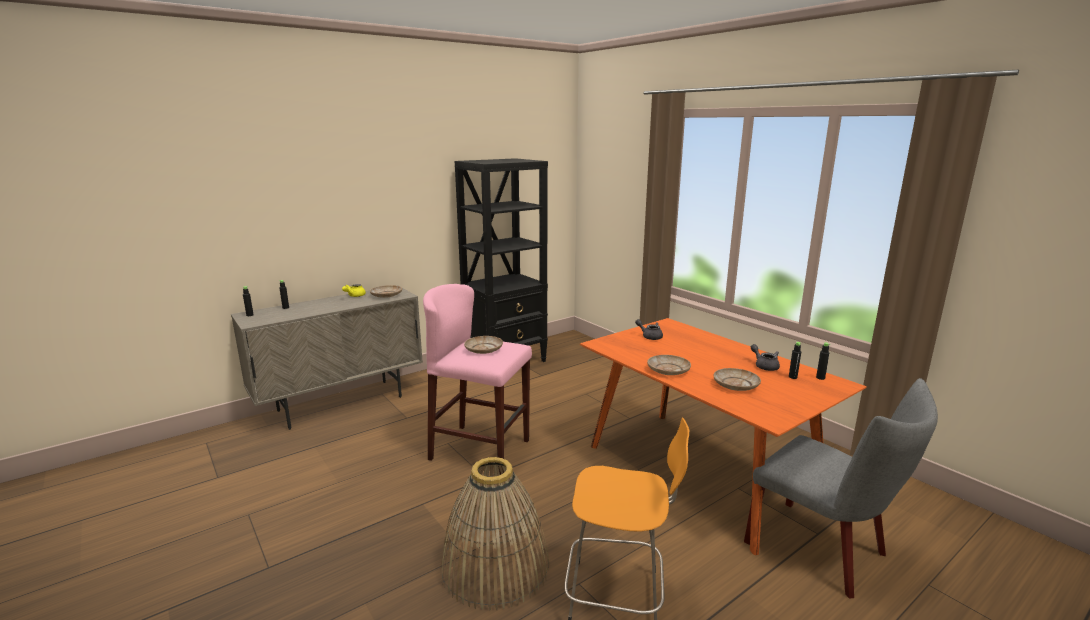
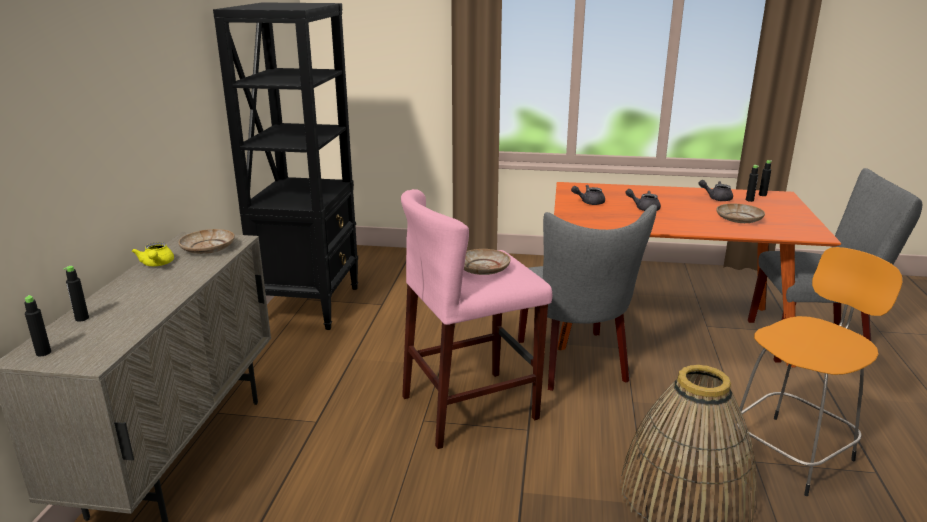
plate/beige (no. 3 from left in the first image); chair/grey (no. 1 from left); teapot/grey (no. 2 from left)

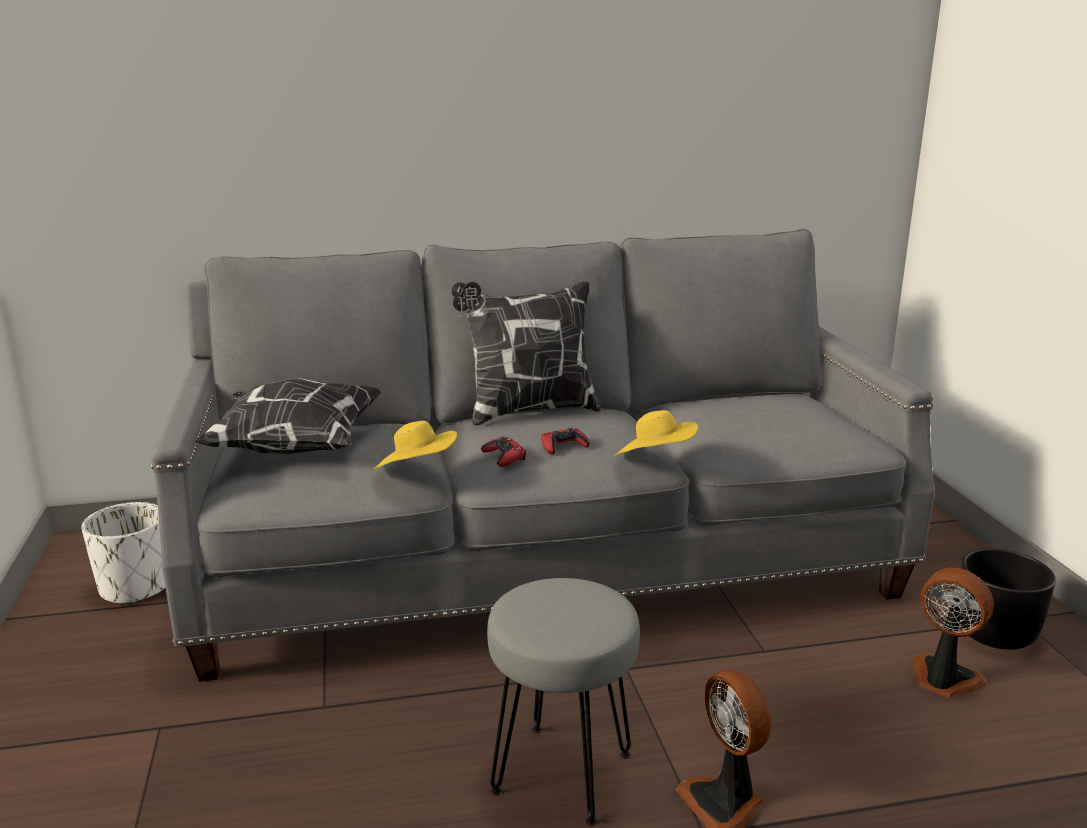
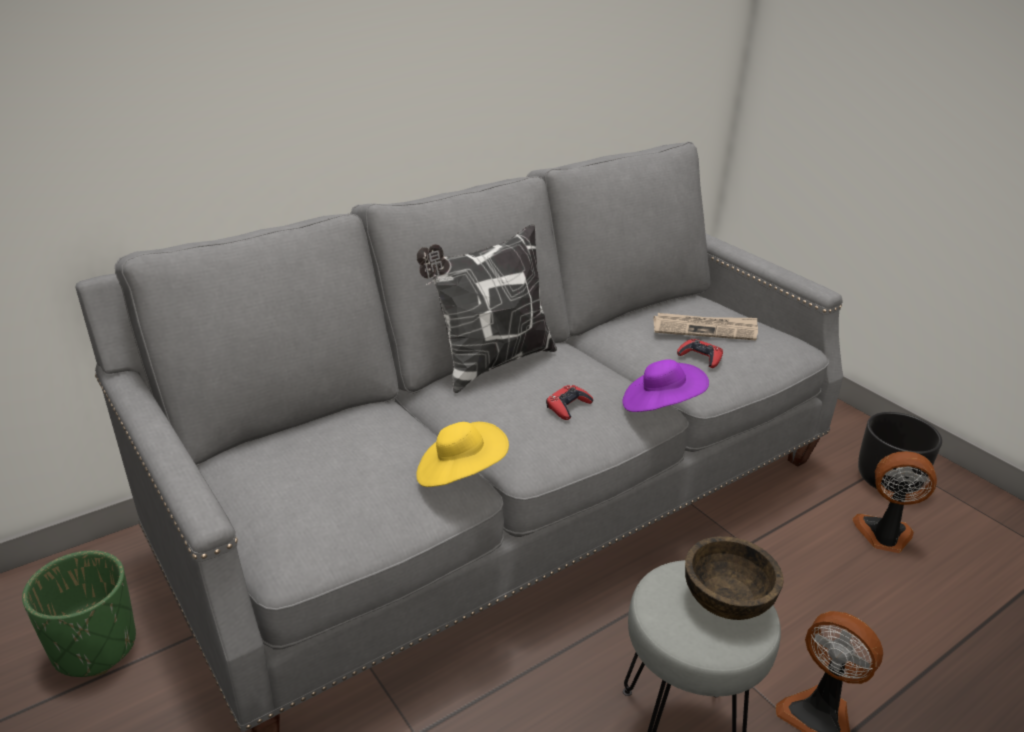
planter/green; pillow (no. 1 from left in the first image); game controller/red (no. 2 from left); hat/purple; newspaper; bowl/brown

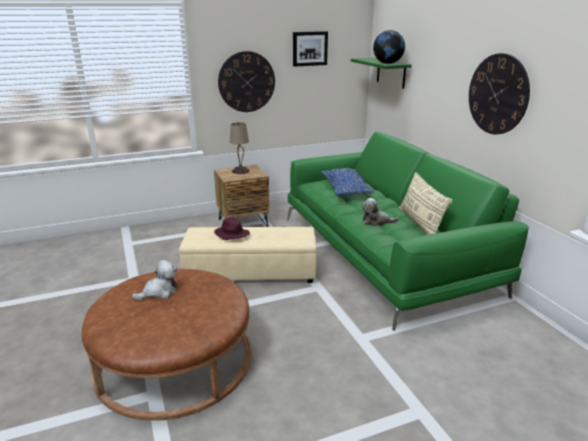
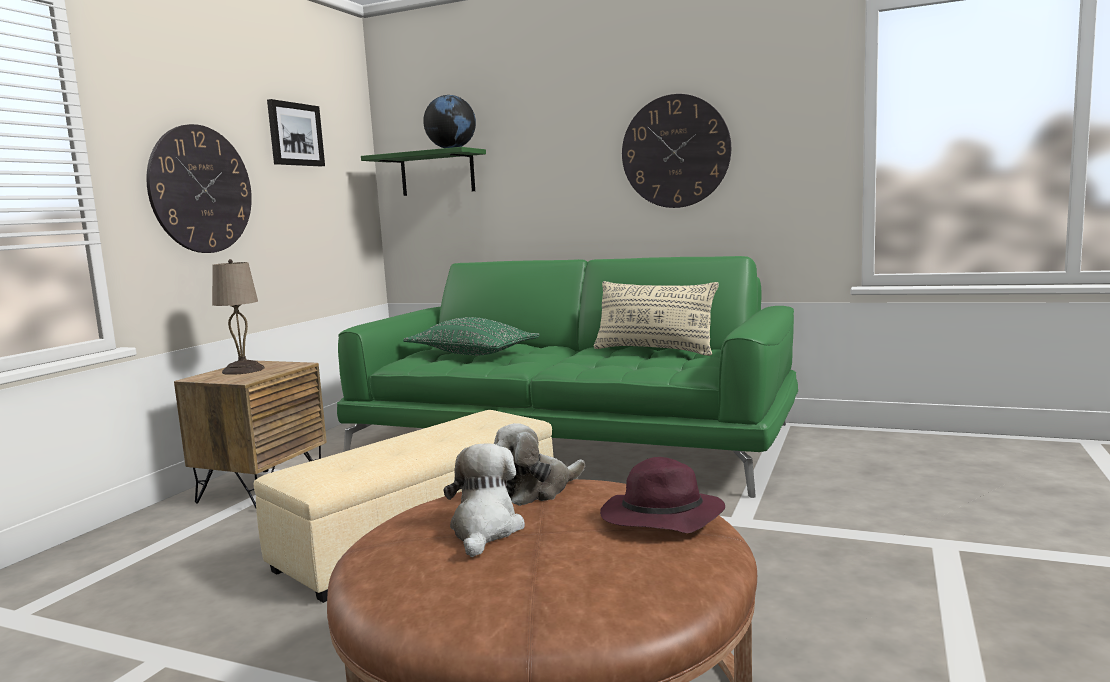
hat/purple; pillow/green; plush toy (no. 2 from left)

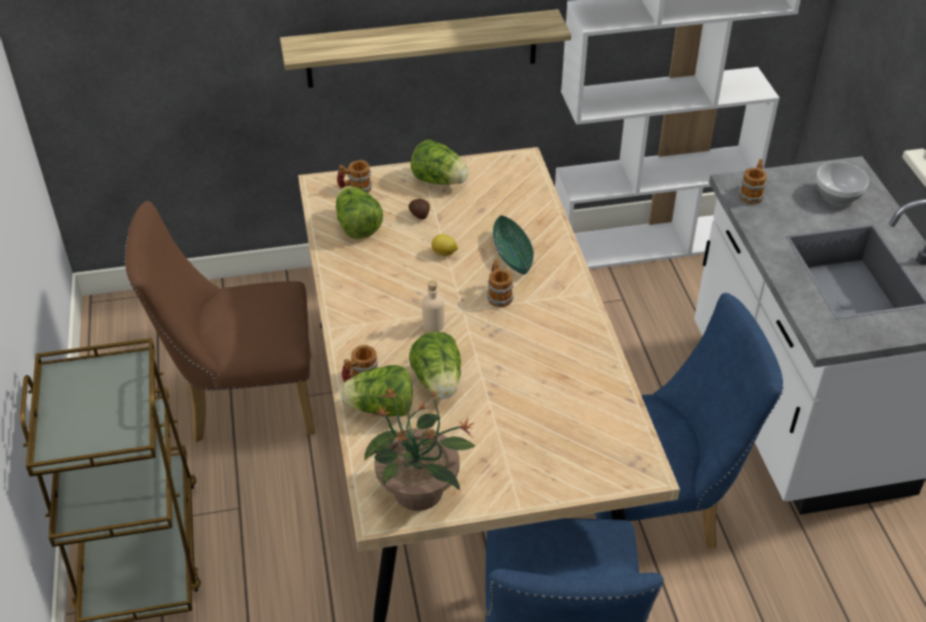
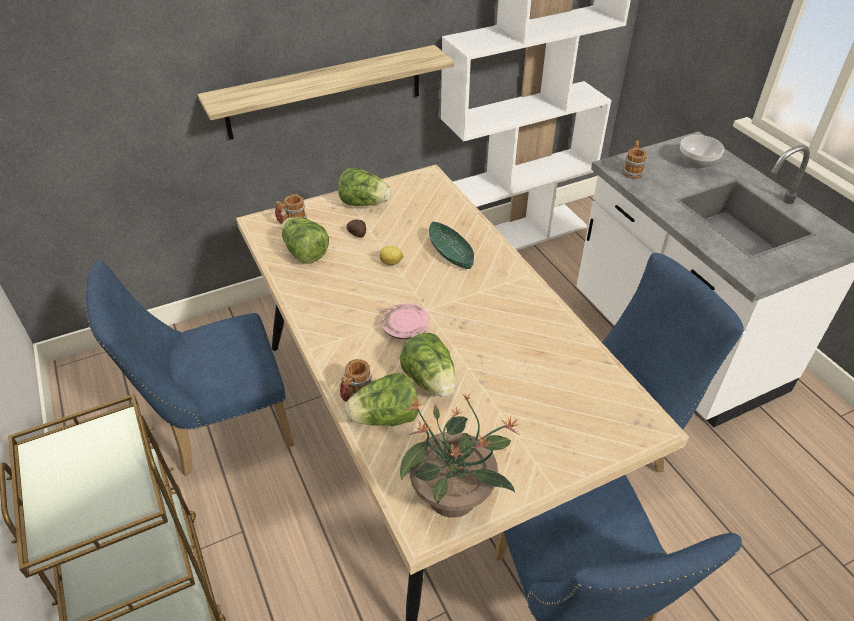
chair/blue (no. 1 from left); plate/pink; mug (no. 3 from left in the first image)

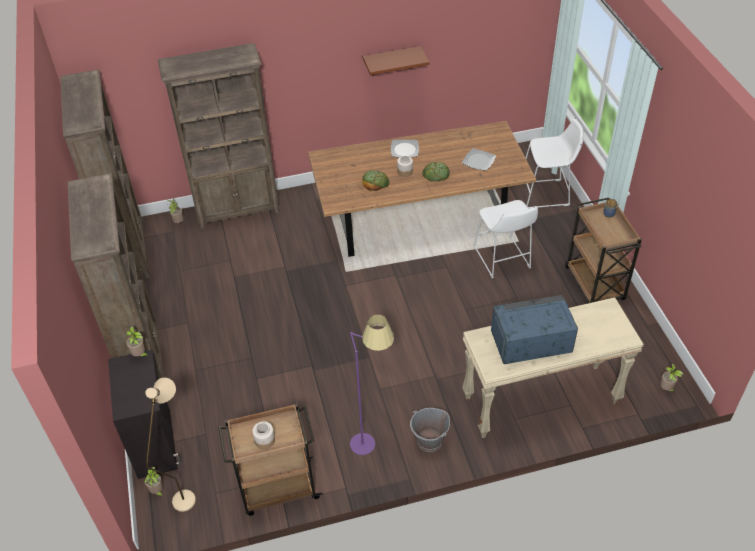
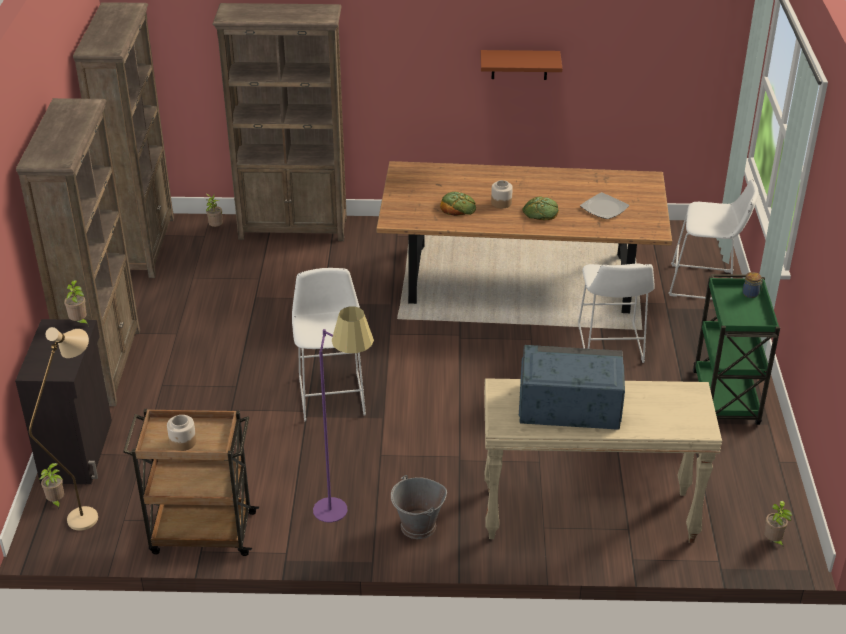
plate (no. 1 from left in the first image); cart/green; stool/white (no. 1 from left)

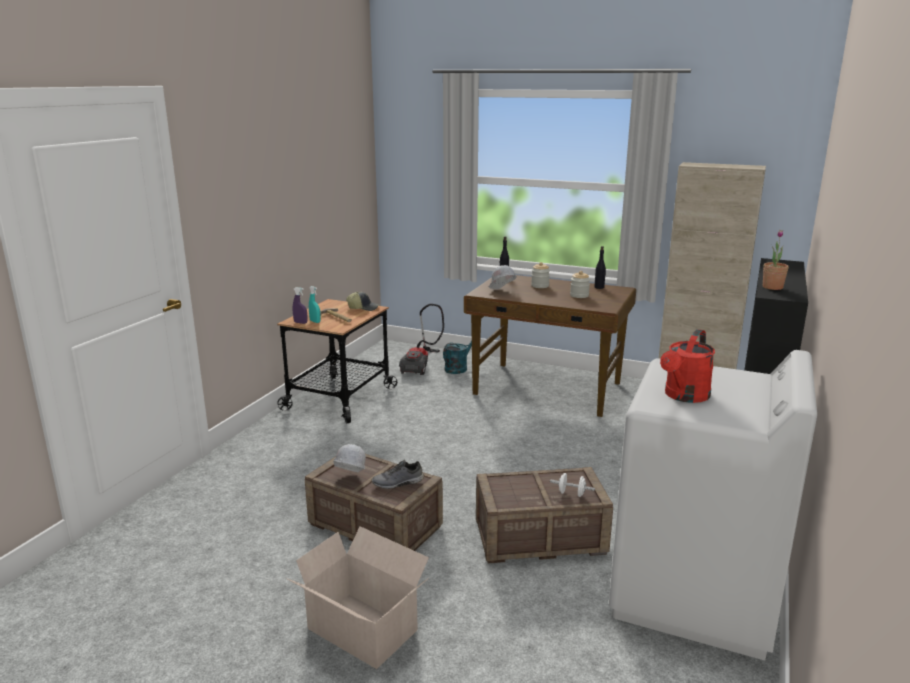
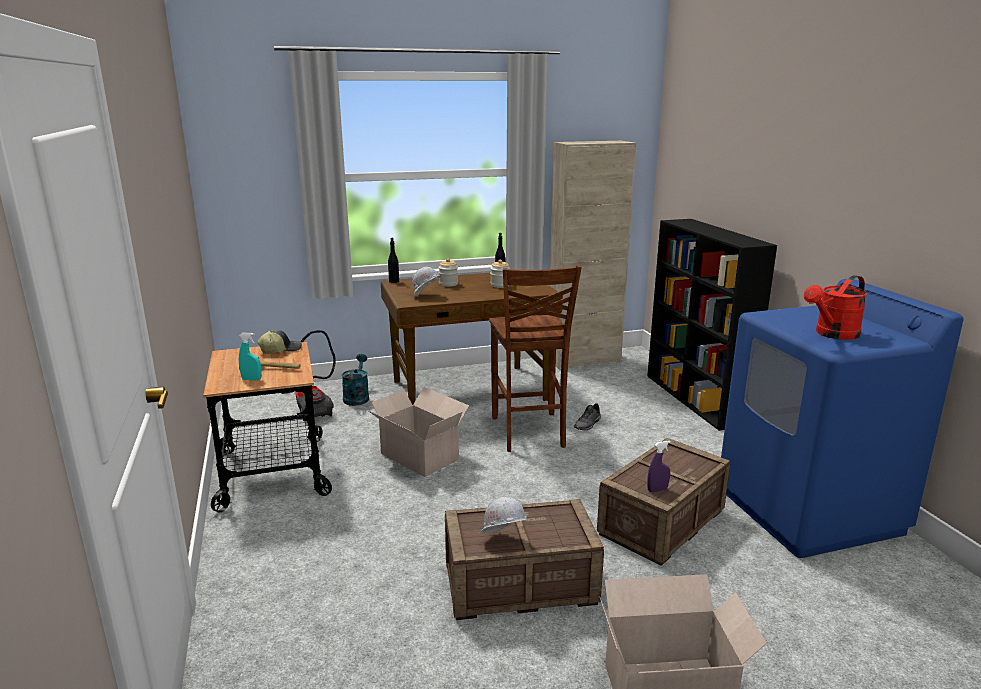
spray bottle/purple; shoe/grey; dumbbell/white; washing machine/blue; watering can/red; potted plant; cardboard box (no. 1 from left); chair/brown

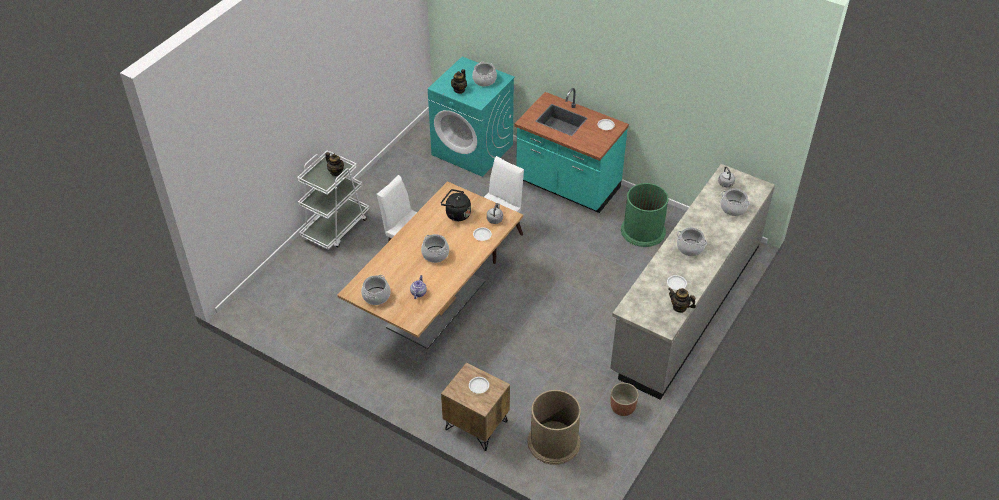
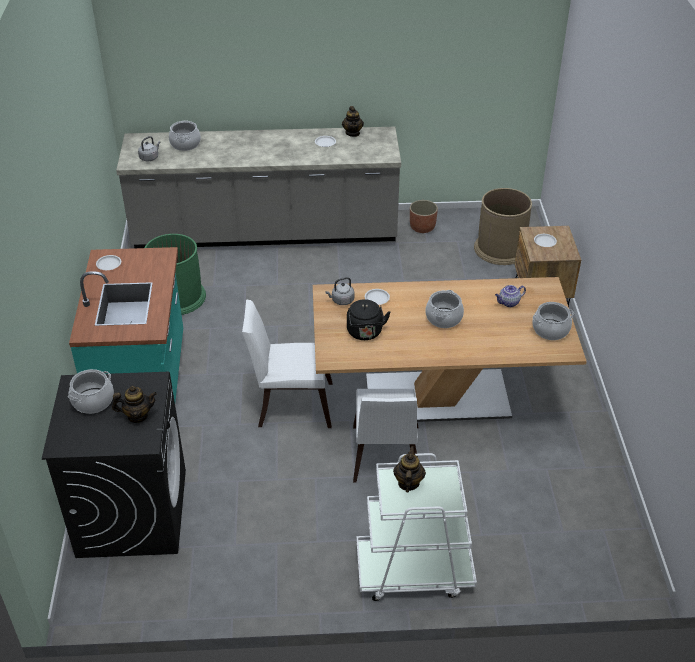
washing machine/black; cooking pot (no. 4 from left in the first image)

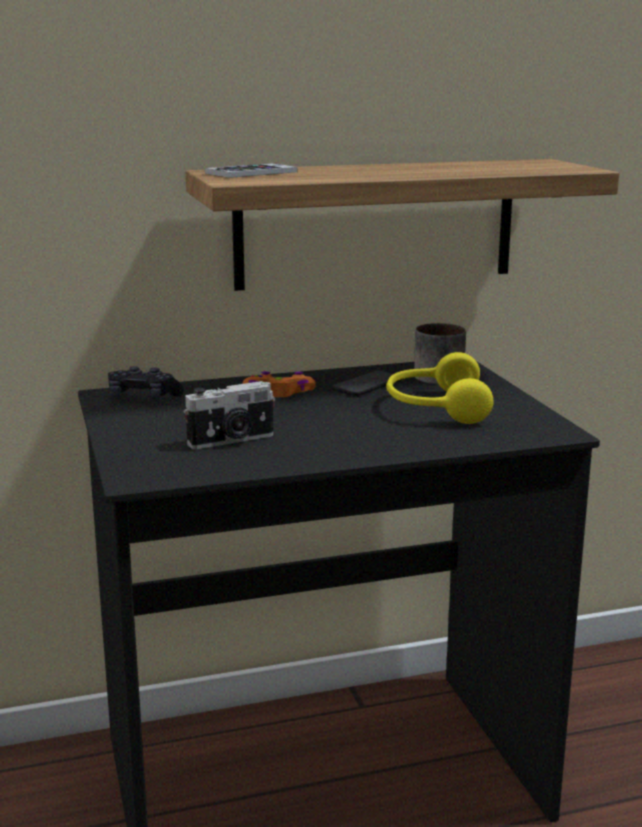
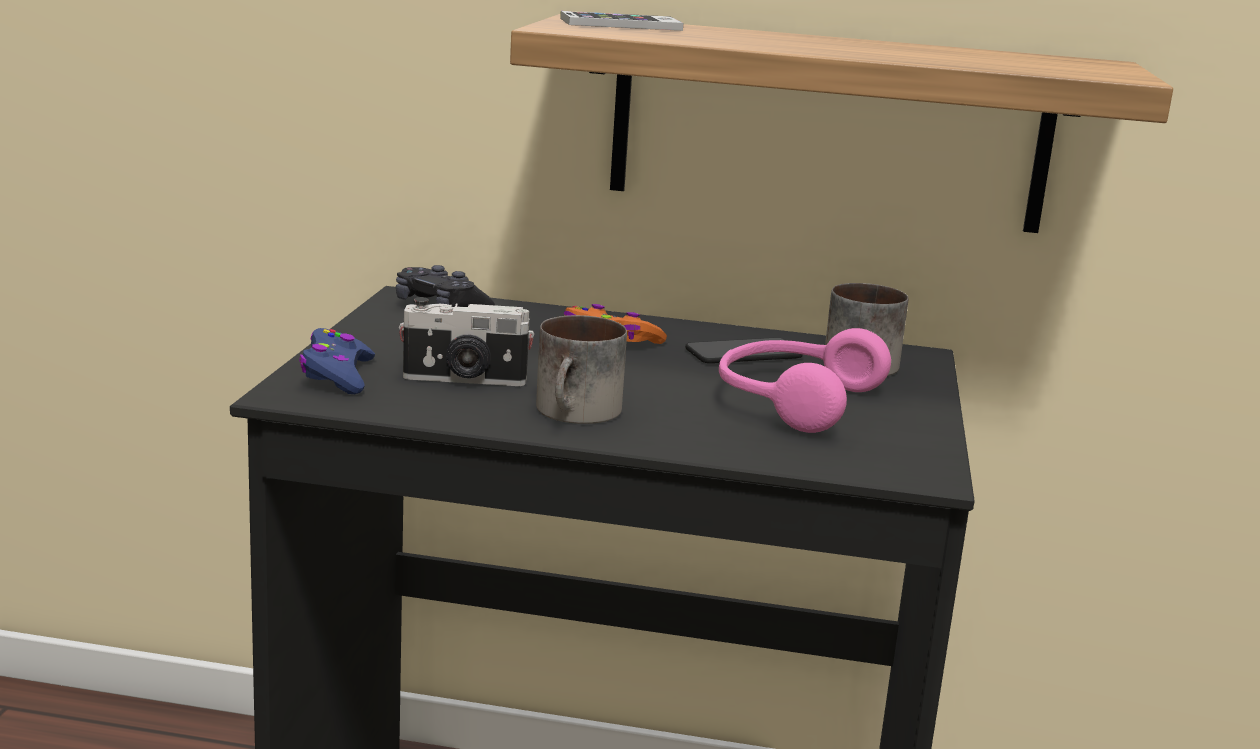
headphones/pink; game controller/blue; mug (no. 1 from left)

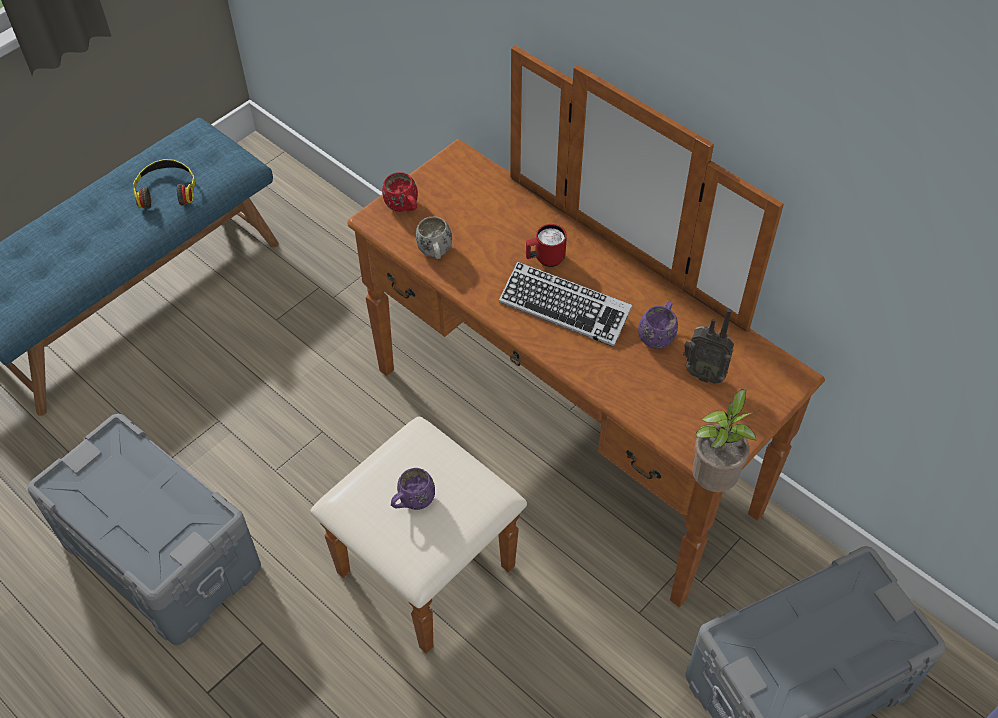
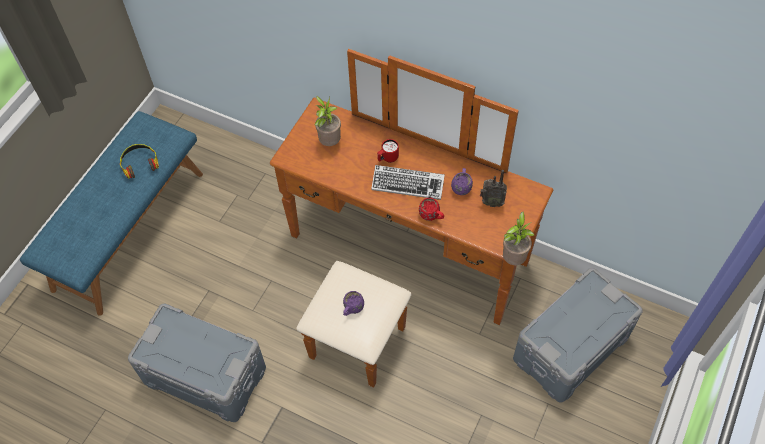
mug/red (no. 2 from left); mug/white; potted plant (no. 1 from left)

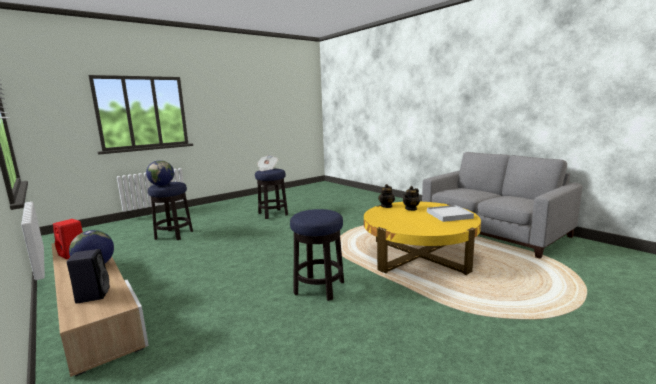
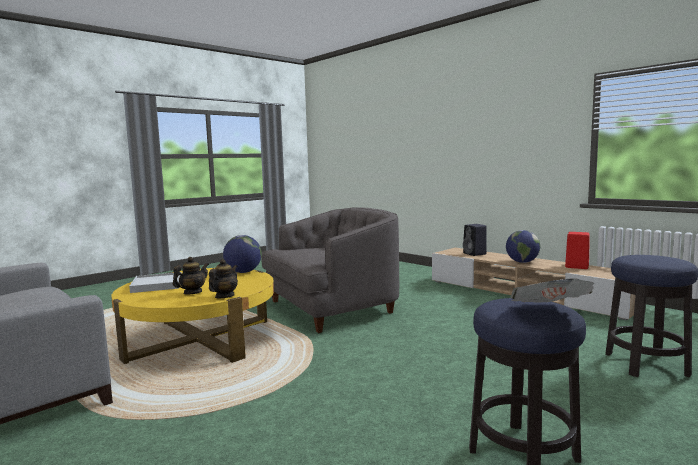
globe (no. 1 from left); armchair/grey

